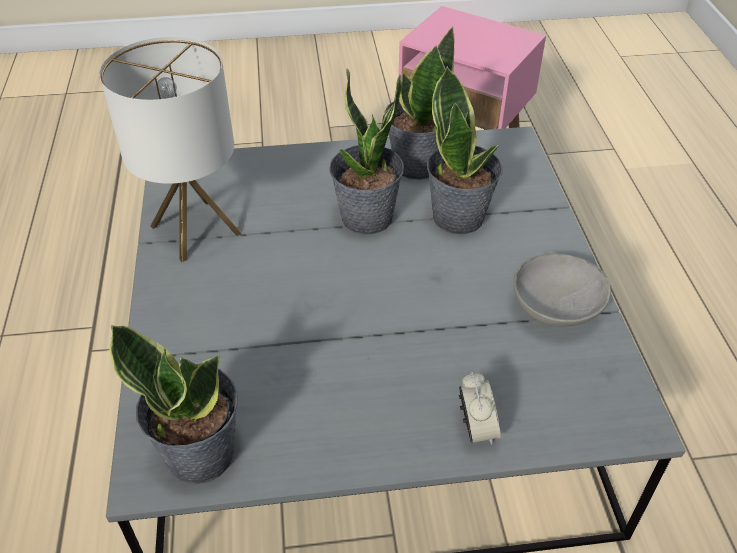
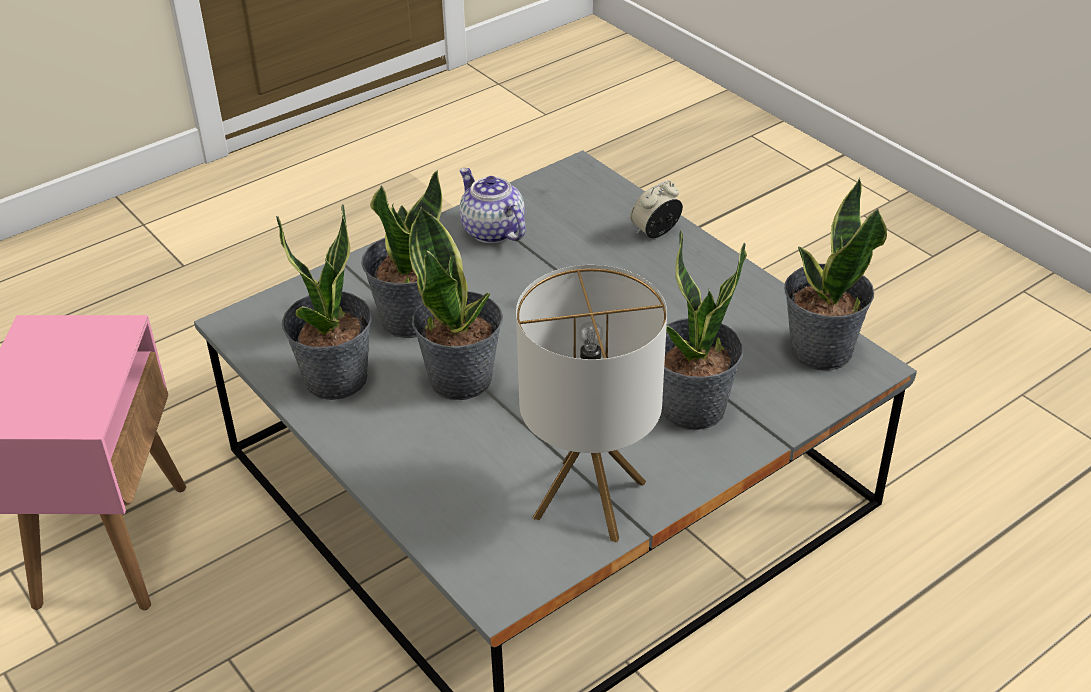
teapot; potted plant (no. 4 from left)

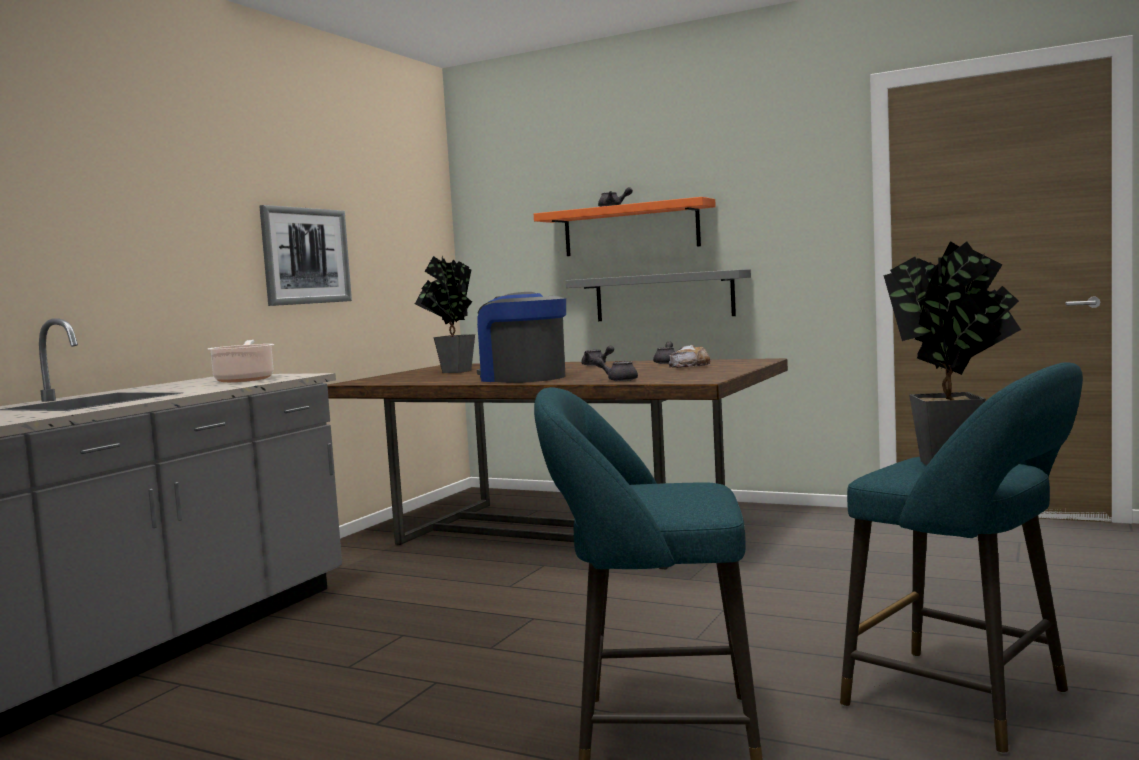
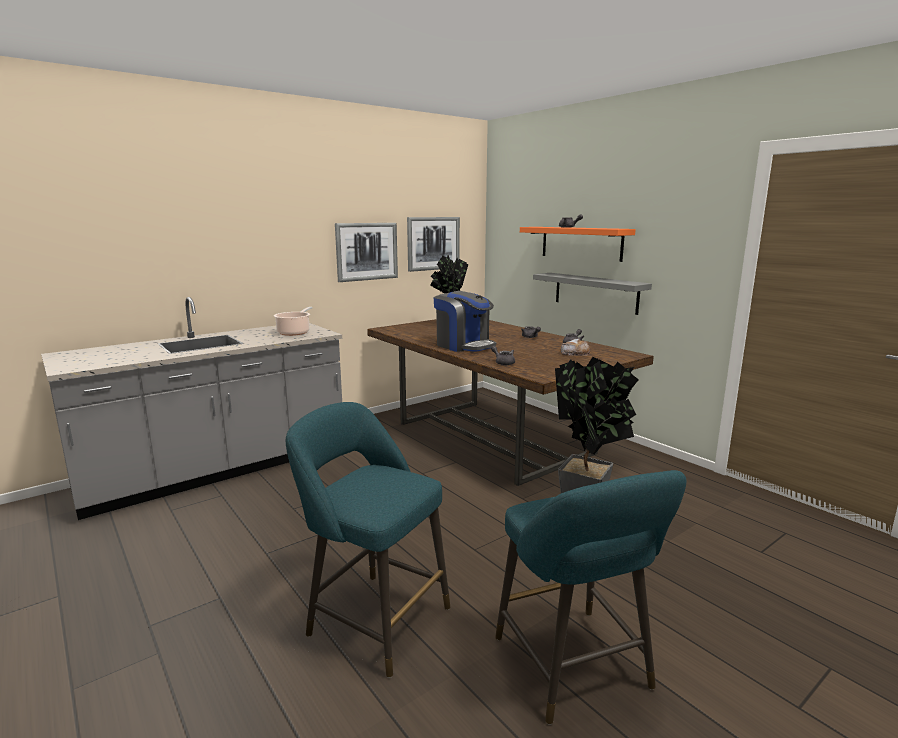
coffee machine; picture (no. 2 from left)

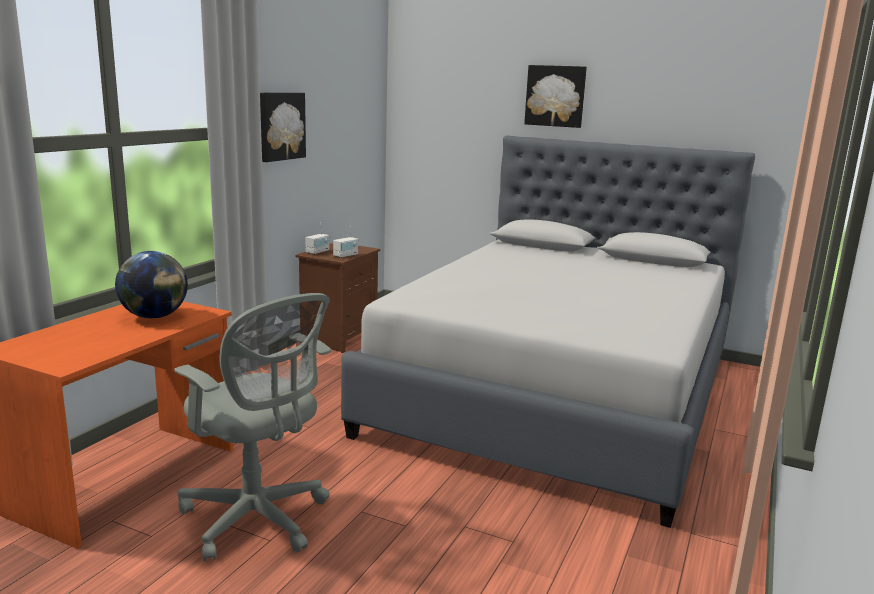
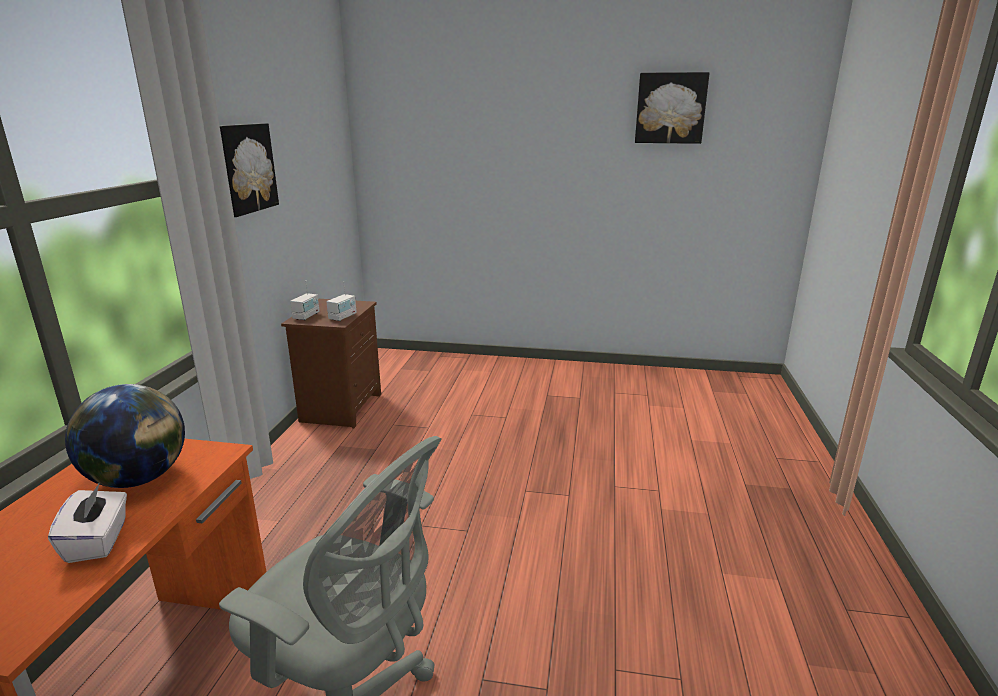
bed/grey; picture (no. 2 from left); tissue box/white

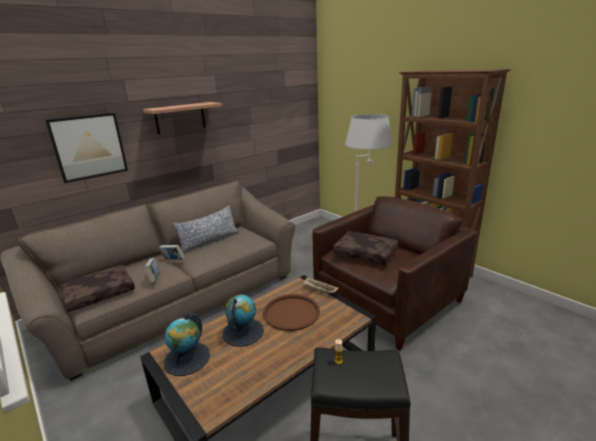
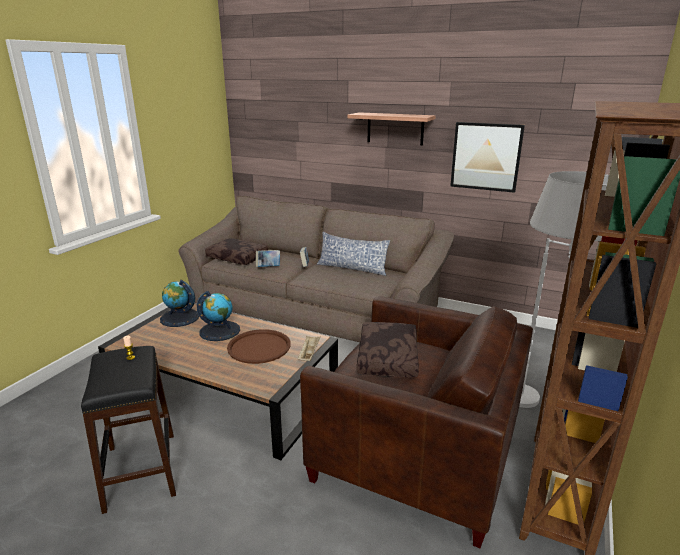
picture

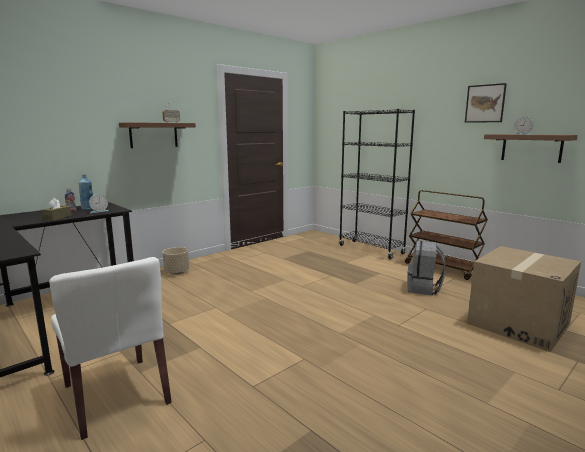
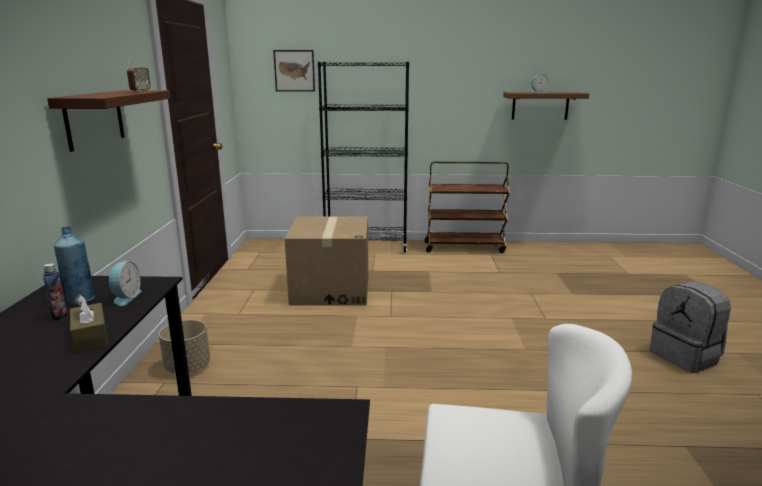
backpack/grey; picture; cardboard box

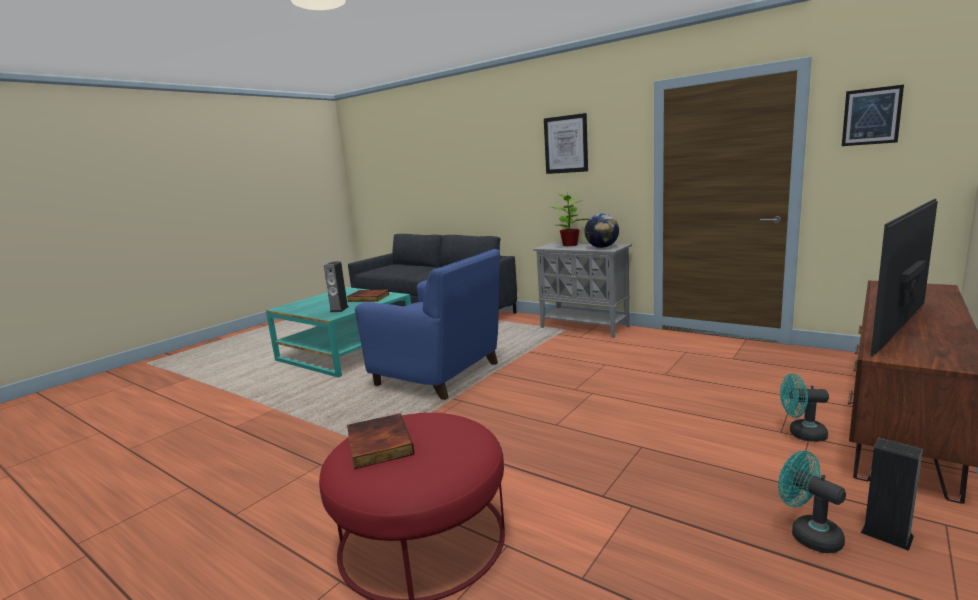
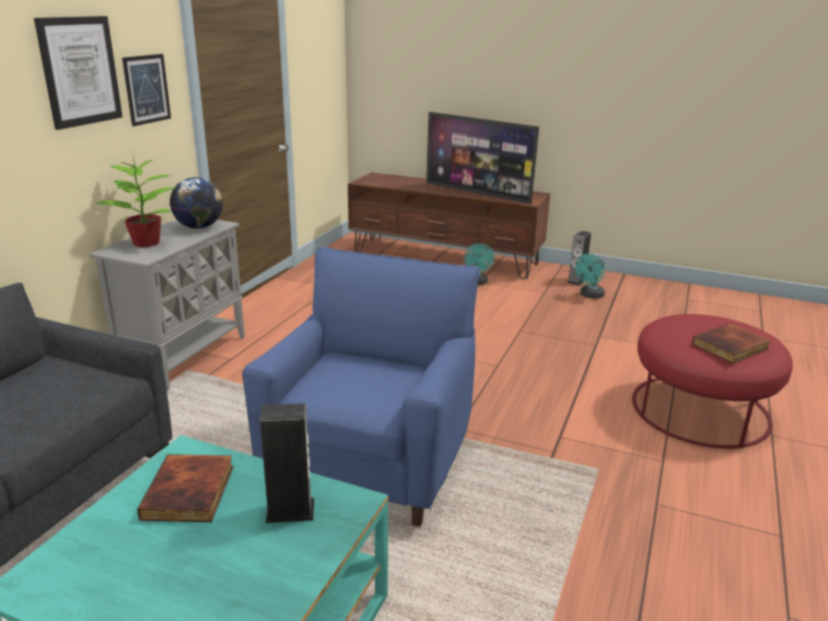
picture (no. 2 from left)

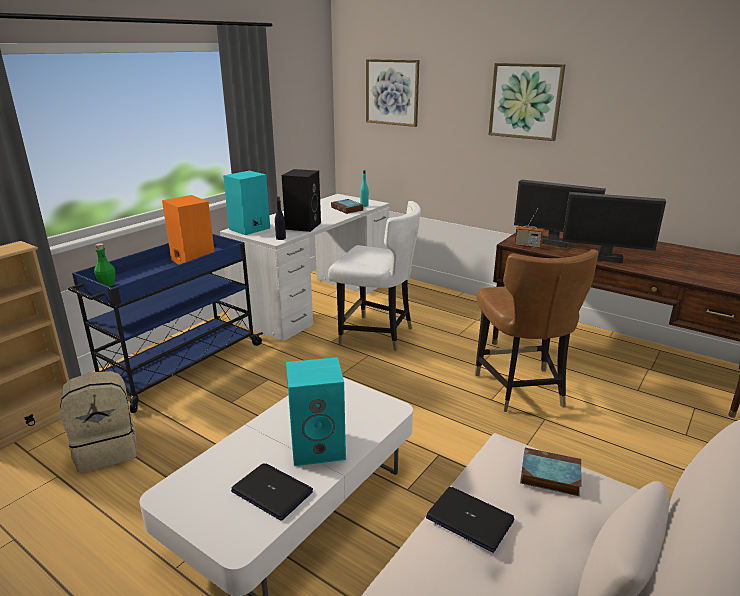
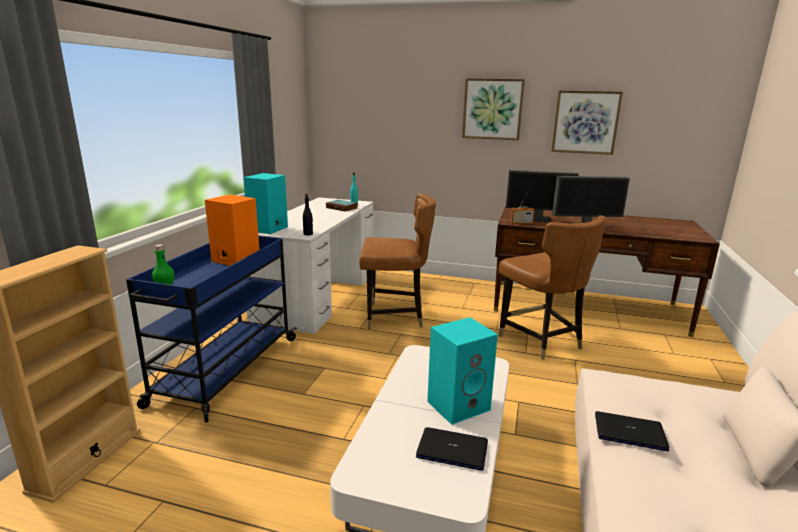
backpack/beige; speaker/black; chair/brown (no. 1 from left); picture (no. 2 from left); book (no. 2 from left in the first image)

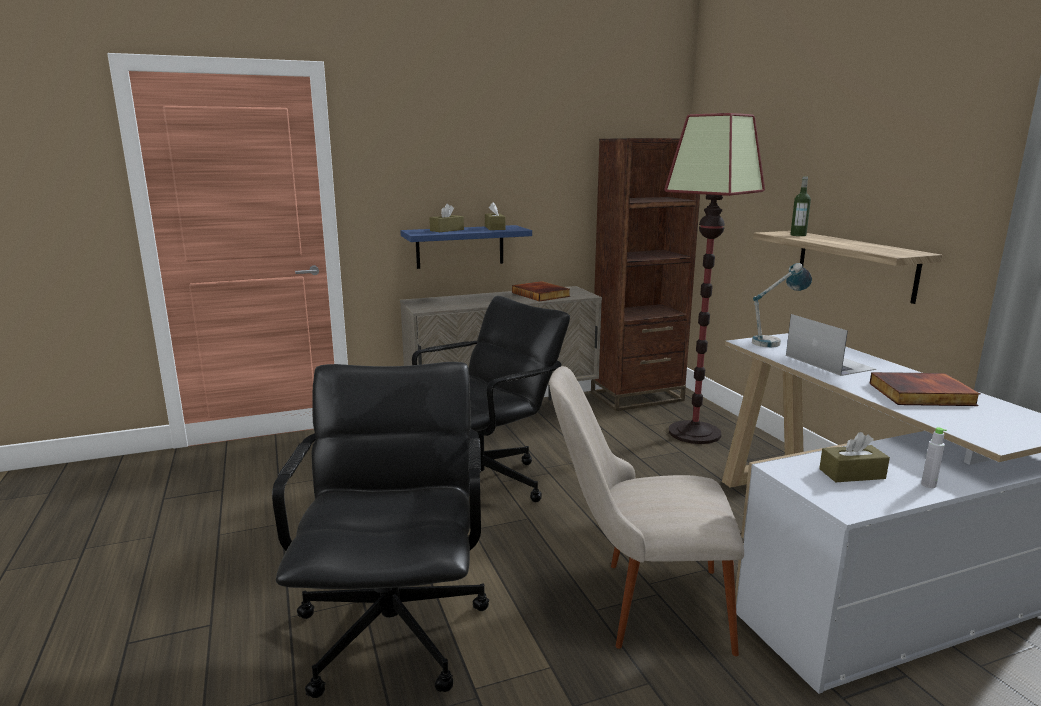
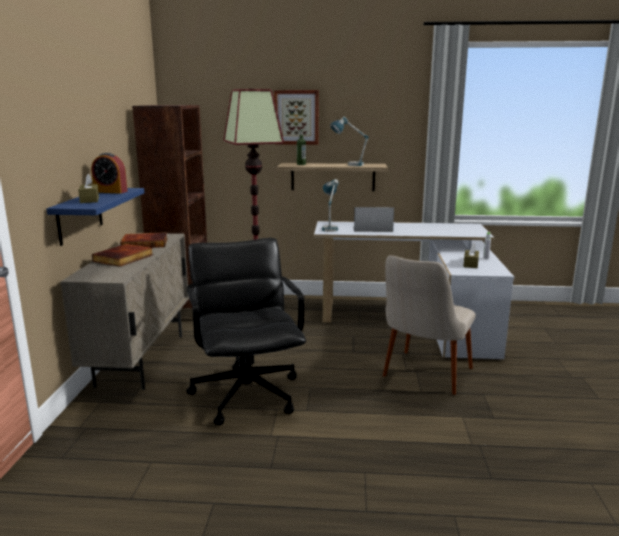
office chair/black (no. 1 from left in the first image); alarm clock; book (no. 1 from left); picture; table lamp (no. 2 from left)

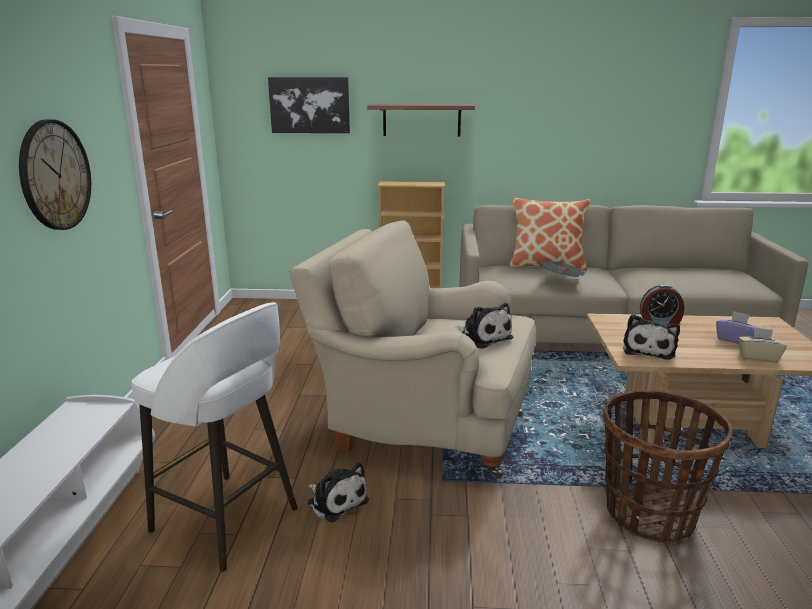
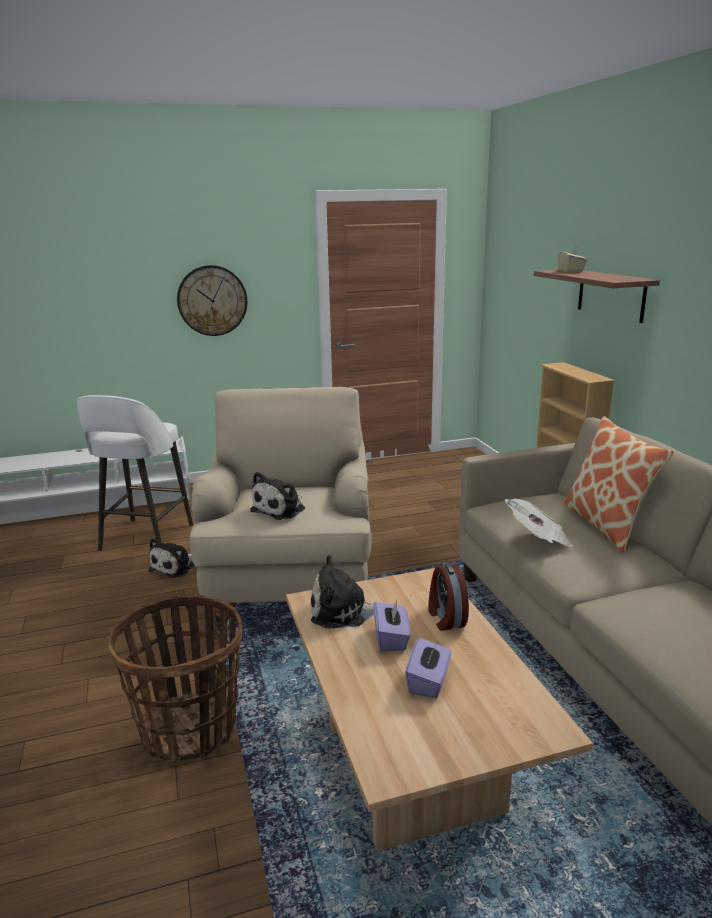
picture; tissue box/beige; tissue box/purple (no. 1 from left)

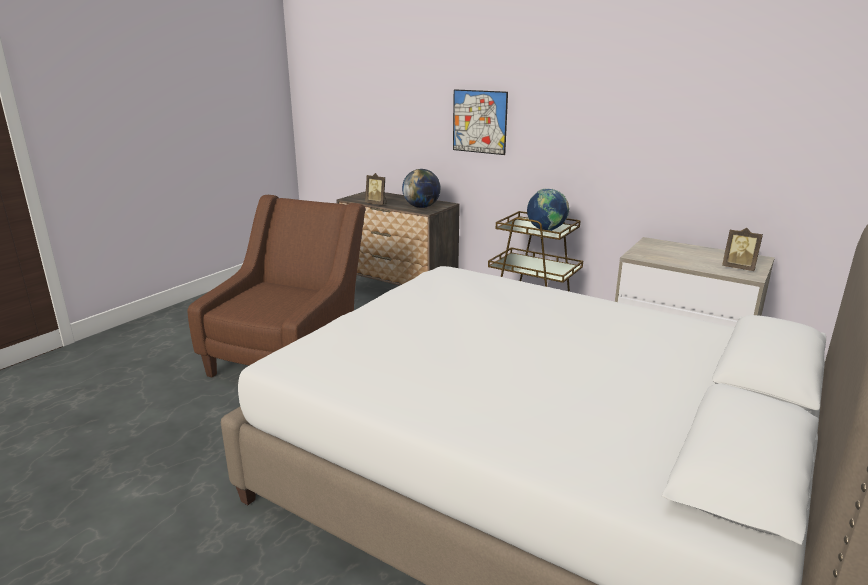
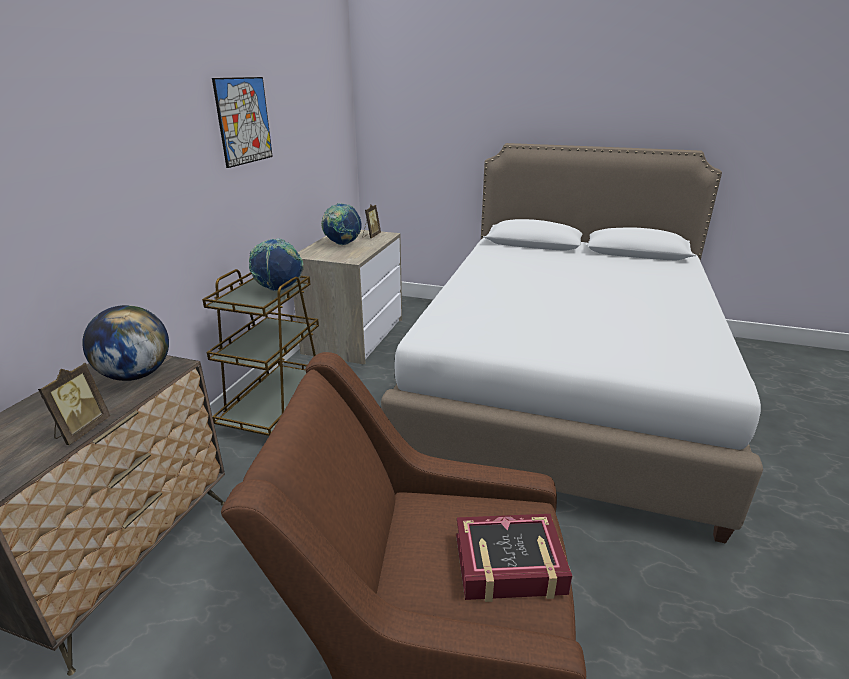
picture; globe (no. 3 from left); book

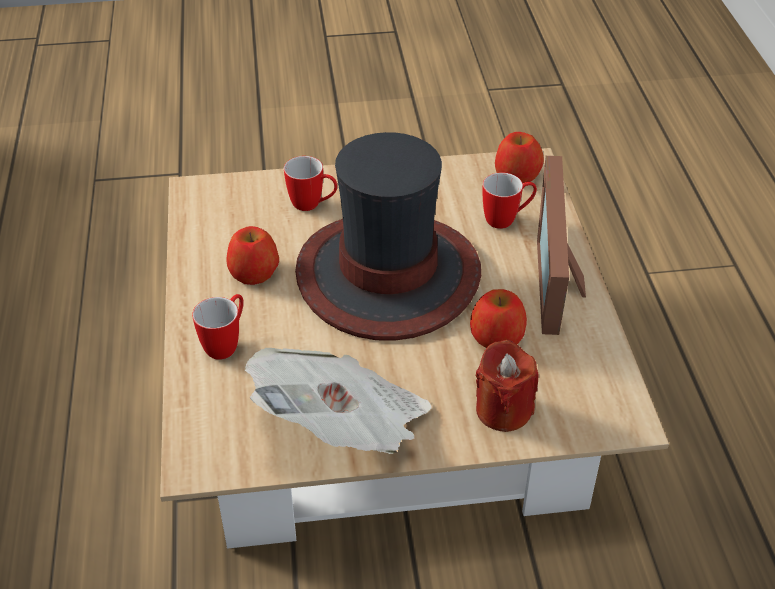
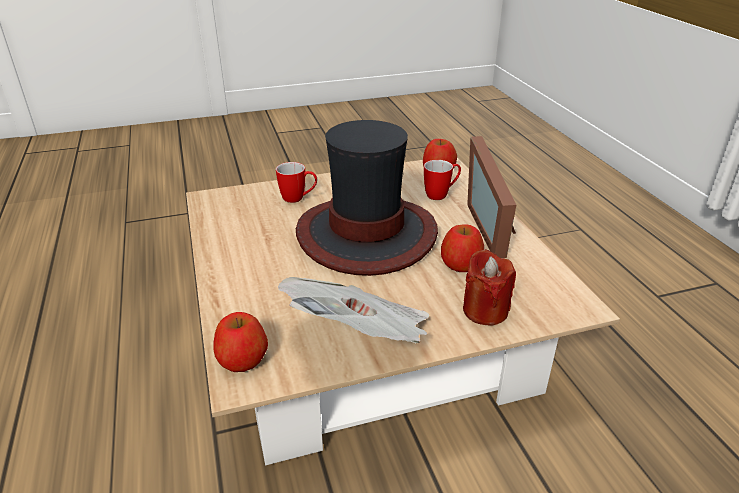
mug (no. 1 from left in the first image); apple (no. 1 from left)

